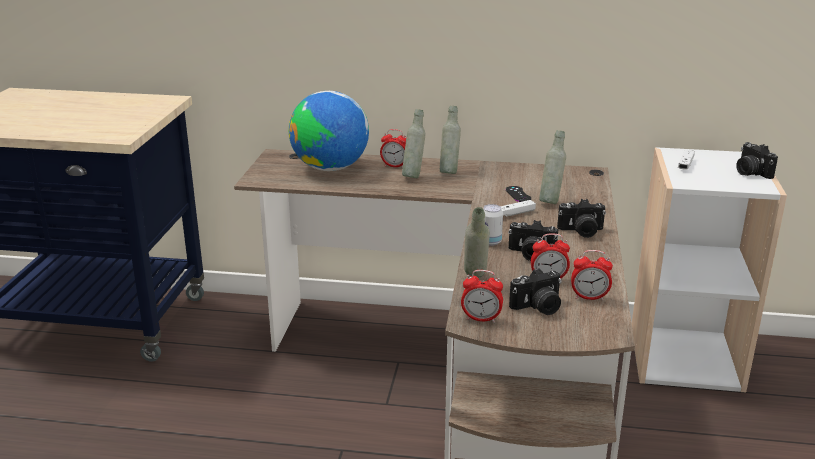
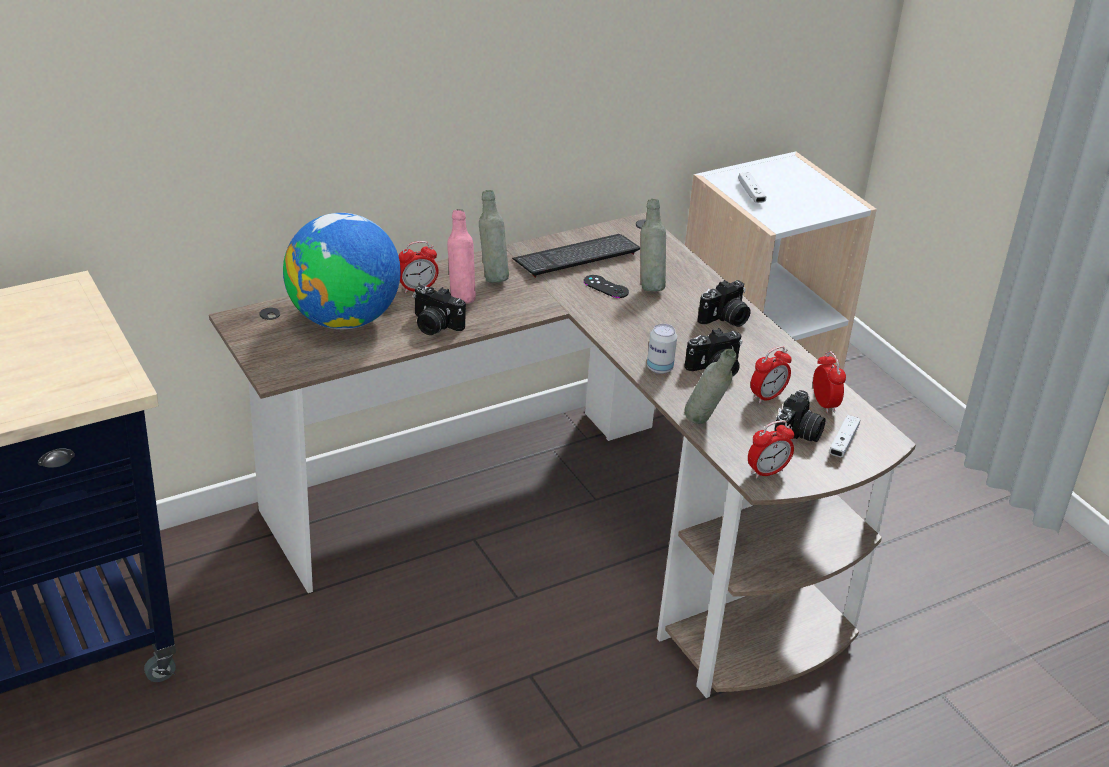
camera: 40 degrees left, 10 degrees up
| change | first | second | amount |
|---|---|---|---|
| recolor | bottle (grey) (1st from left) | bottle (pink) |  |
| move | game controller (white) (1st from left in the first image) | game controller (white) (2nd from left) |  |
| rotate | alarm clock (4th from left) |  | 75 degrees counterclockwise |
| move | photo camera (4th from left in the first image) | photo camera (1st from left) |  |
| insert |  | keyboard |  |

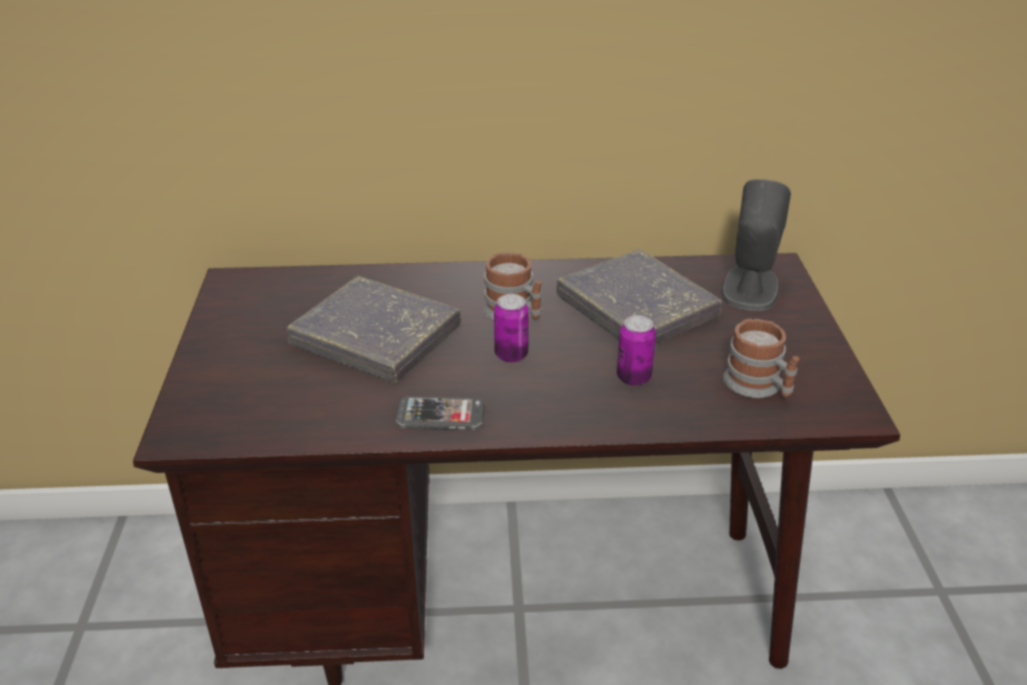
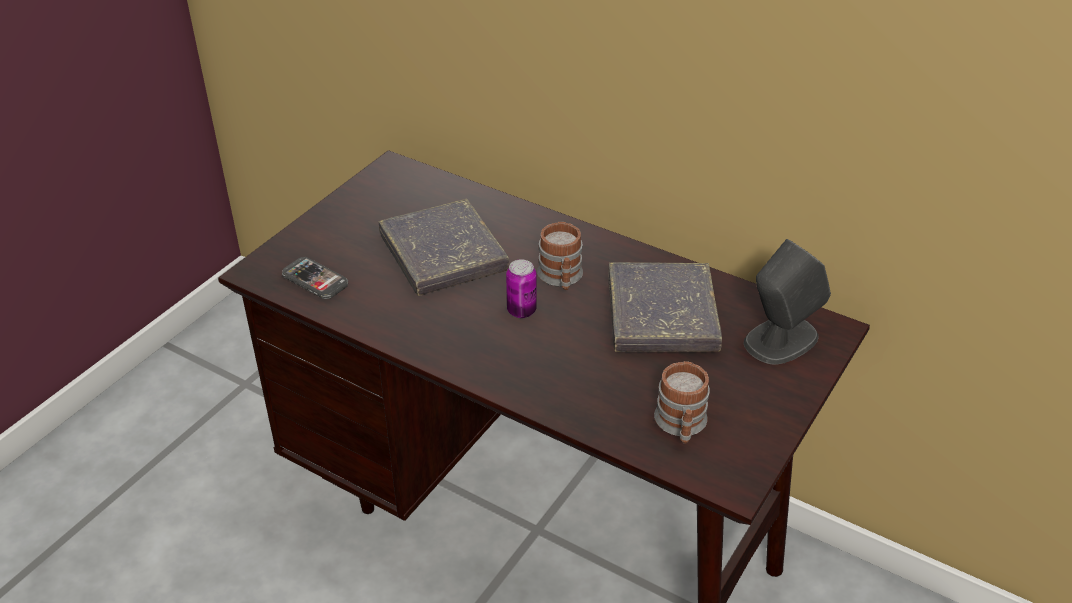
camera: 35 degrees right, 5 degrees up
| change | first | second | amount |
|---|---|---|---|
| move | phone |  |  |
| delete | can (2nd from left) |  |  |

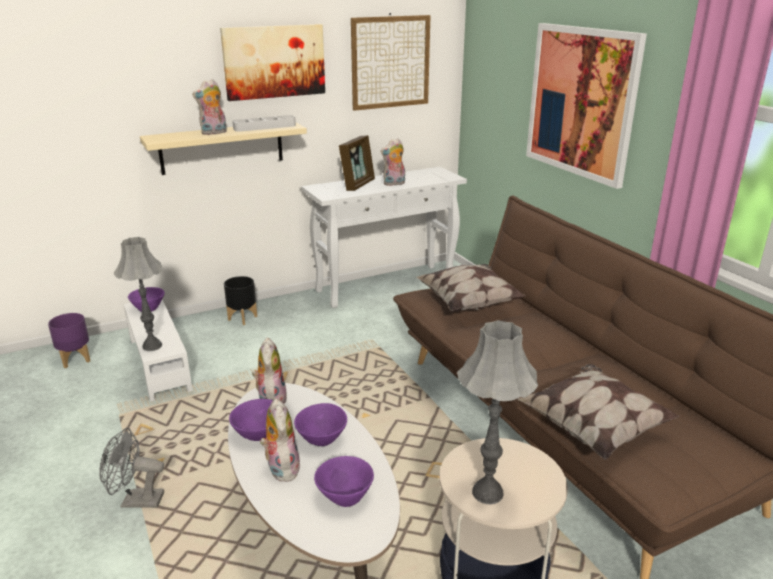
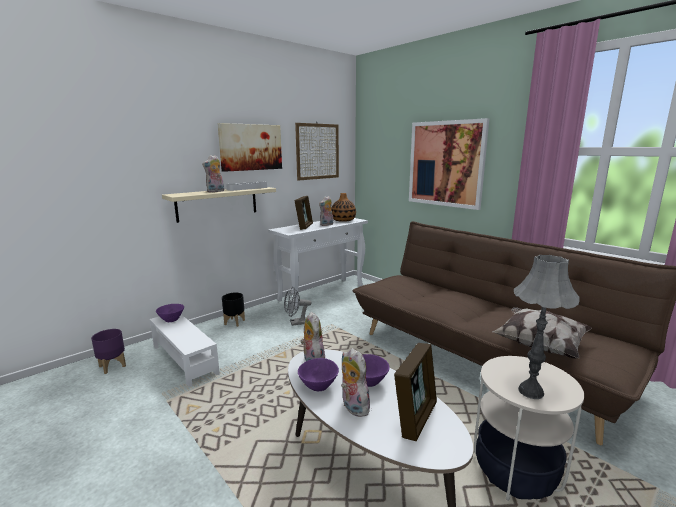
camera: 15 degrees left, 10 degrees down
| change | first | second | amount |
|---|---|---|---|
| move | fan (grey) |  |  |
| delete | table lamp (grey) (1st from left) |  |  |
| replace | bowl (purple) (4th from left) | picture frame (2nd from left) |  |
| delete | pillow (1st from left) |  |  |
| insert |  | vase |  |

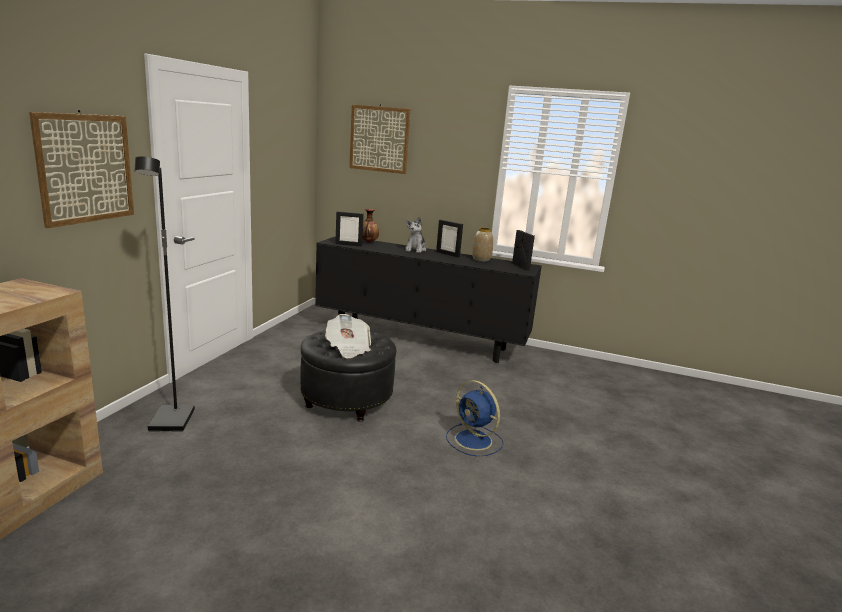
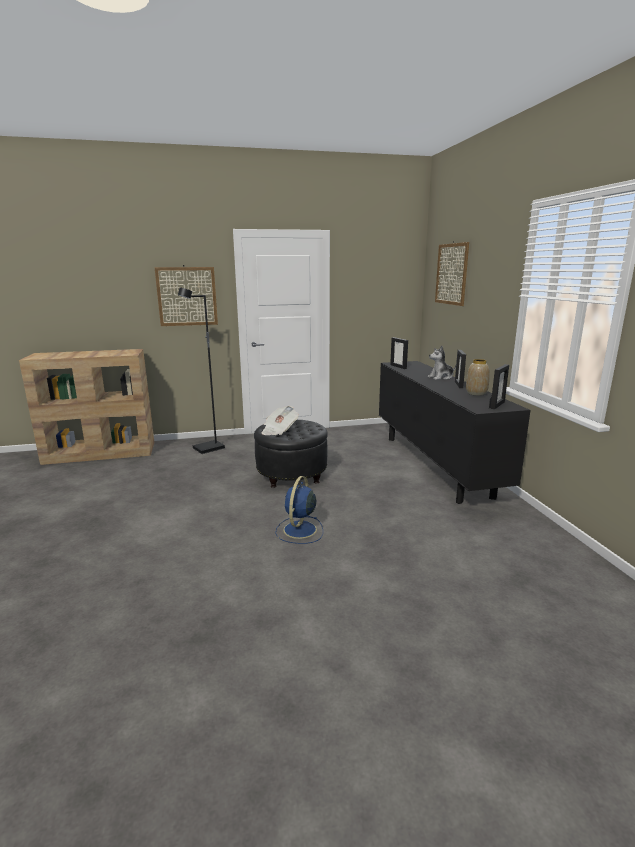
camera: 60 degrees right, 0 degrees up
| change | first | second | amount |
|---|---|---|---|
| delete | vase (1st from left) |  |  |

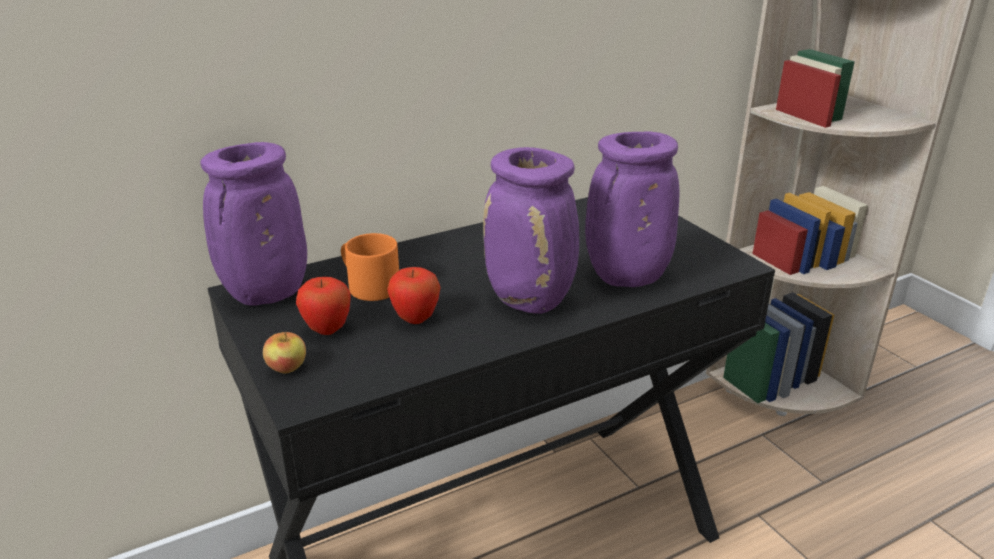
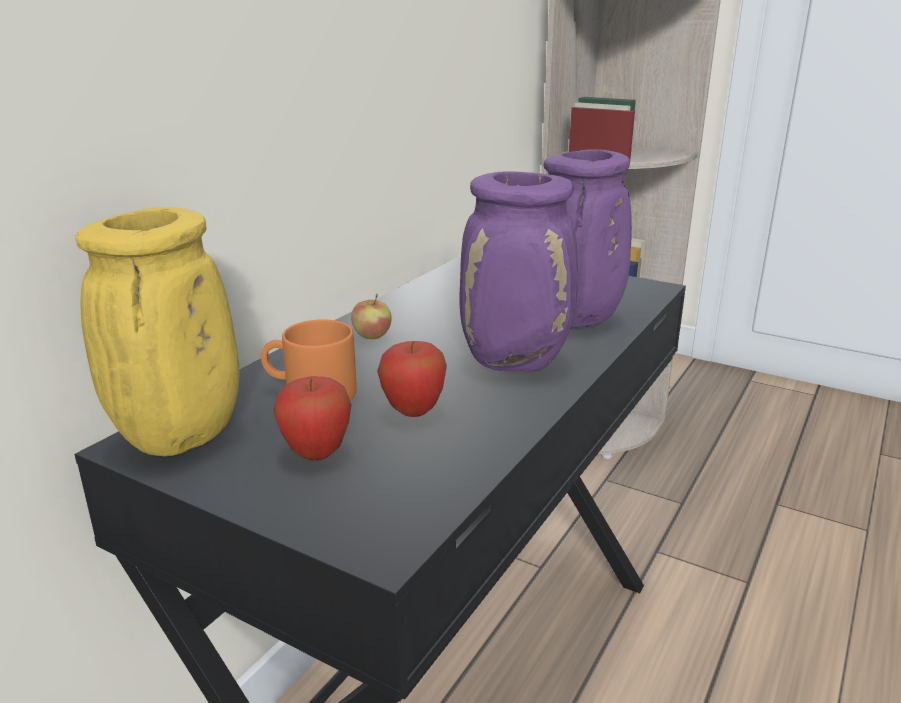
camera: 30 degrees left, 5 degrees down
| change | first | second | amount |
|---|---|---|---|
| recolor | vase (purple) (1st from left) | vase (yellow) |  |
| move | apple (1st from left in the first image) | apple (2nd from left) |  |

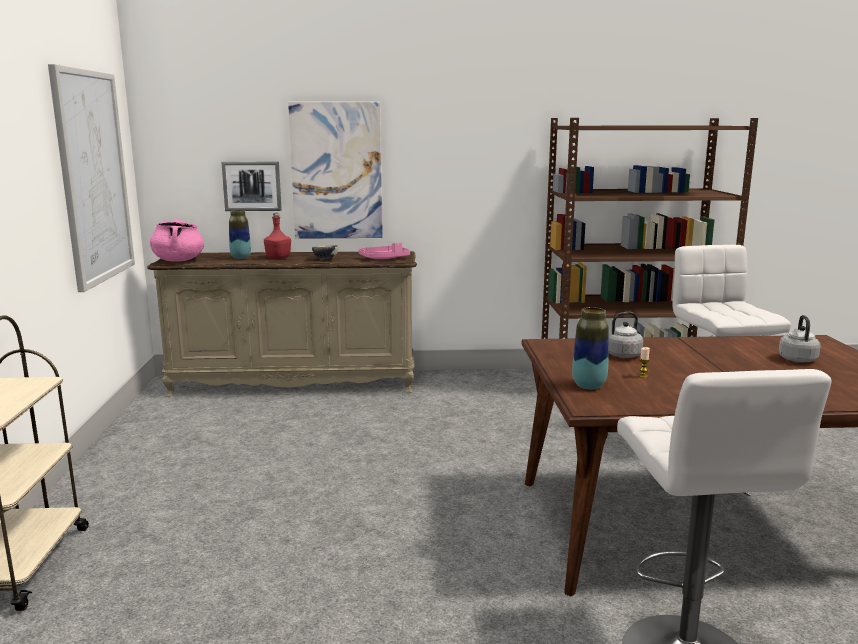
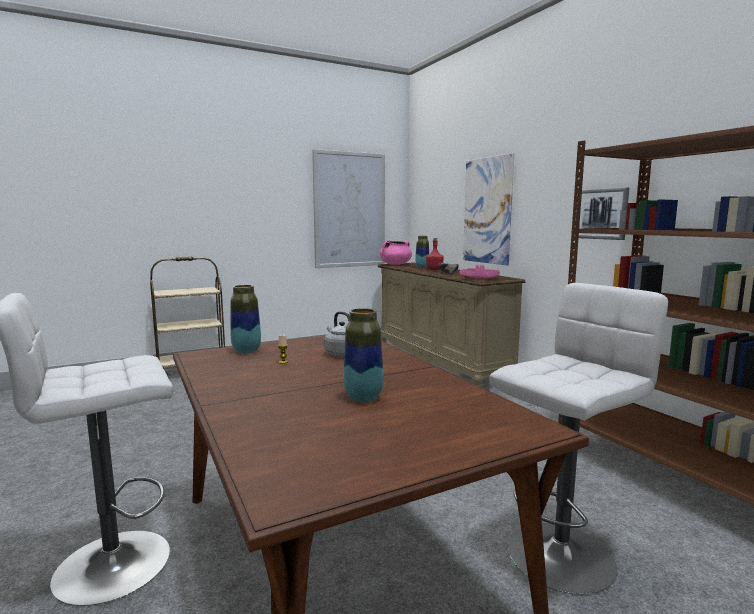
camera: 65 degrees right, 5 degrees down
| change | first | second | amount |
|---|---|---|---|
| move | picture (2nd from left in the first image) | picture (3rd from left) |  |
| delete | kettle (grey) (2nd from left) |  |  |
| insert |  | vase (2nd from left) |  |

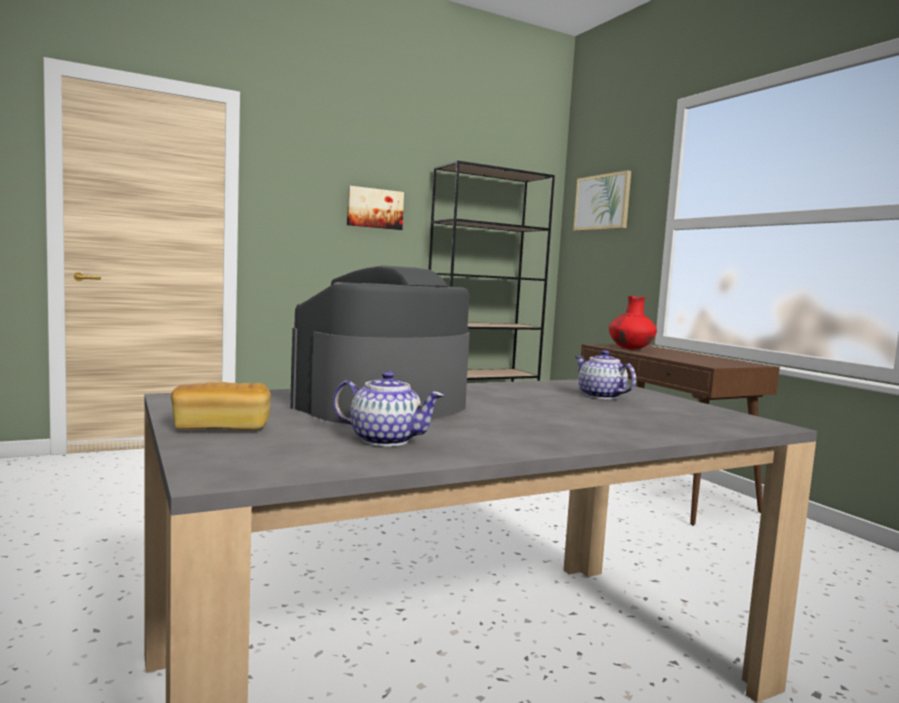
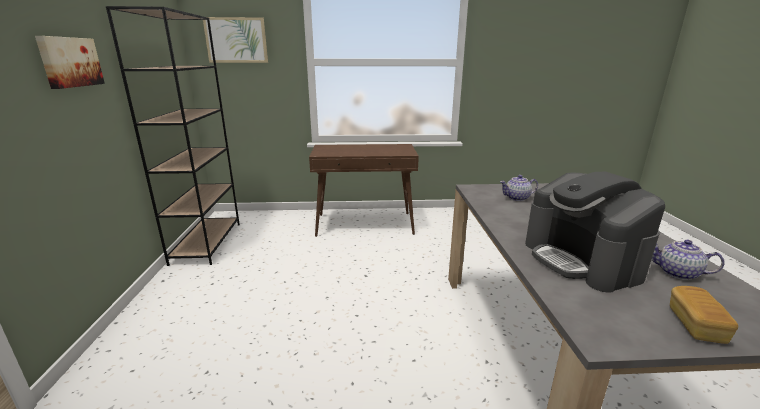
camera: 65 degrees left, 15 degrees up
| change | first | second | amount |
|---|---|---|---|
| rotate | teapot (1st from left in the first image) | teapot (2nd from left) | 105 degrees counterclockwise |
| delete | vase (red) |  |  |

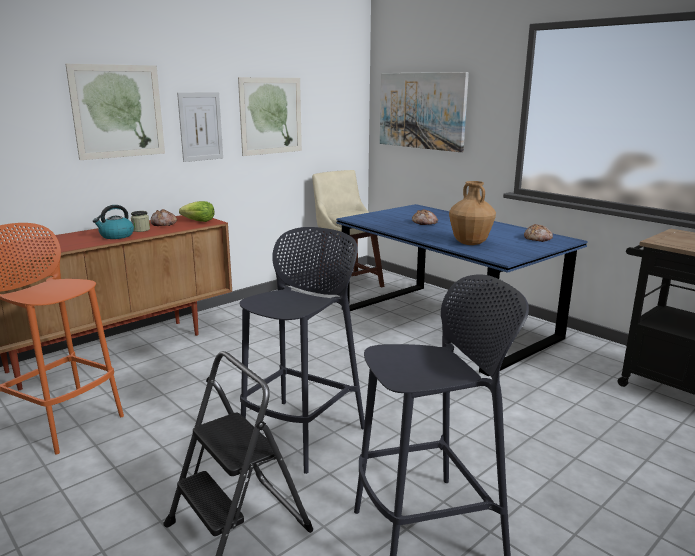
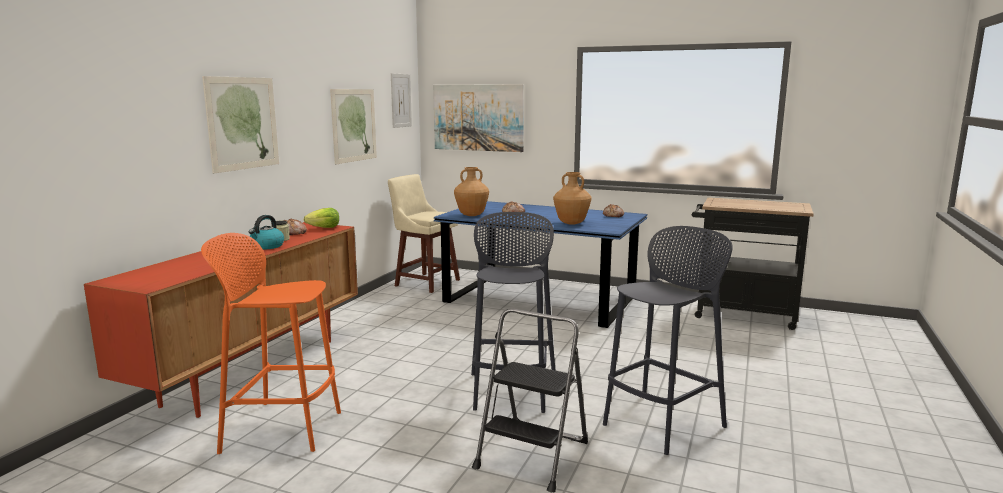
camera: 25 degrees left, 5 degrees down
| change | first | second | amount |
|---|---|---|---|
| move | picture (2nd from left in the first image) | picture (3rd from left) |  |
| insert |  | vase (brown) (1st from left) |  |

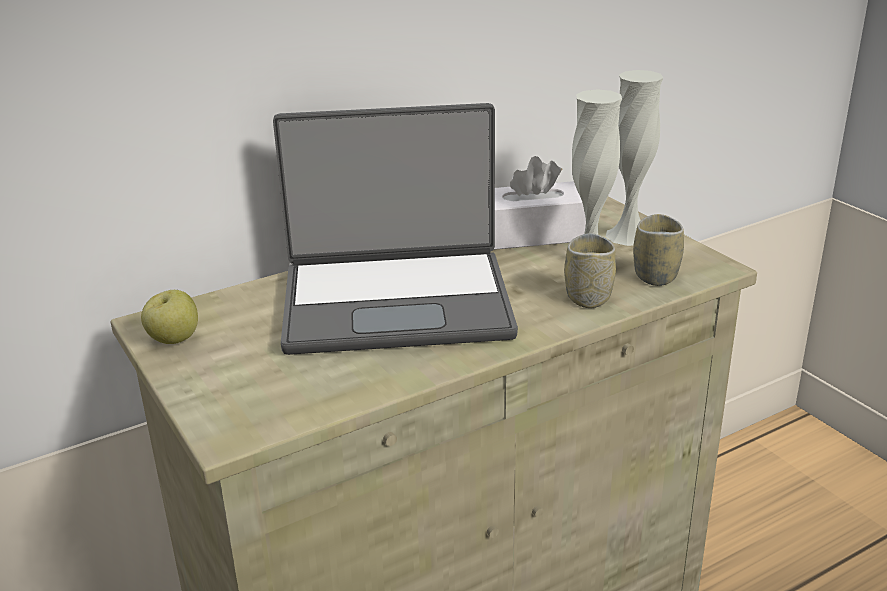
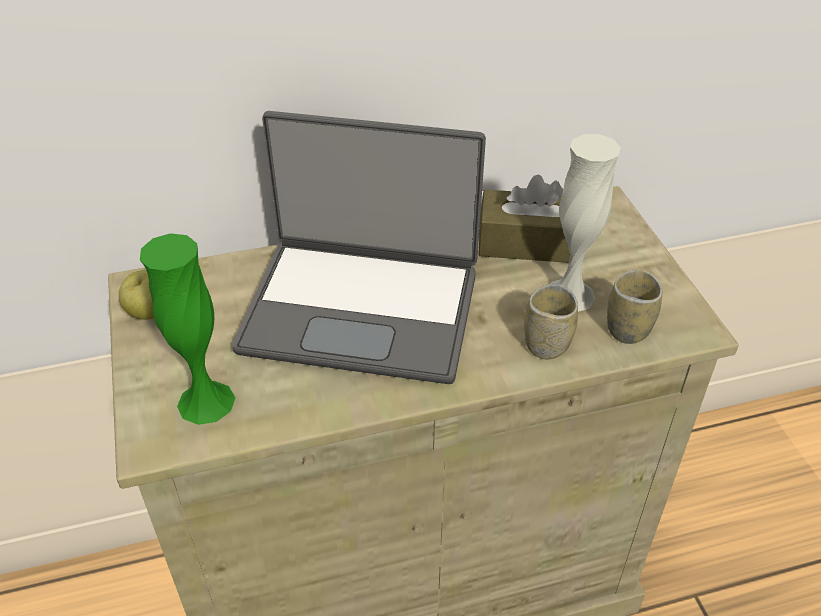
camera: 15 degrees right, 15 degrees up
| change | first | second | amount |
|---|---|---|---|
| recolor | tissue box (white) | tissue box (brown) |  |
| delete | vase (white) (2nd from left) |  |  |
| insert |  | vase (green) |  |

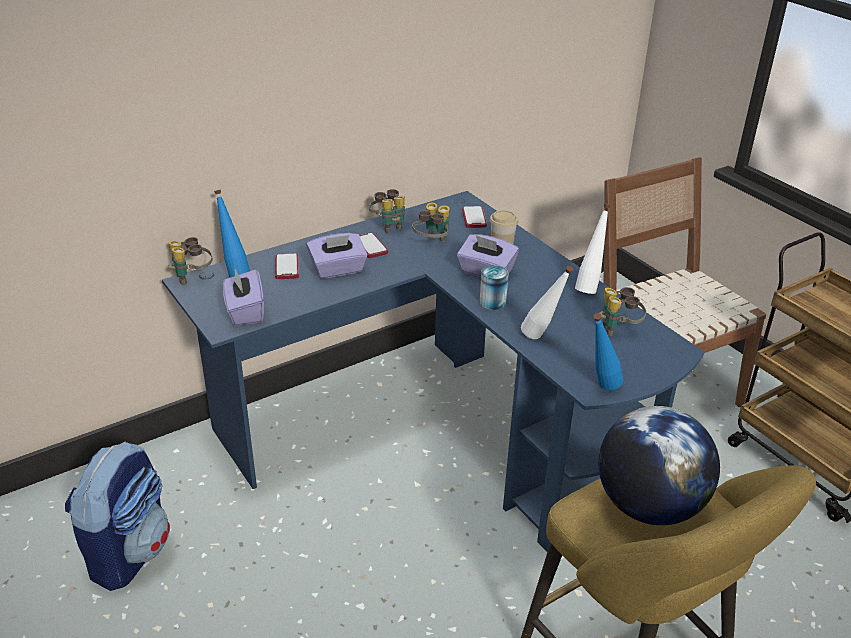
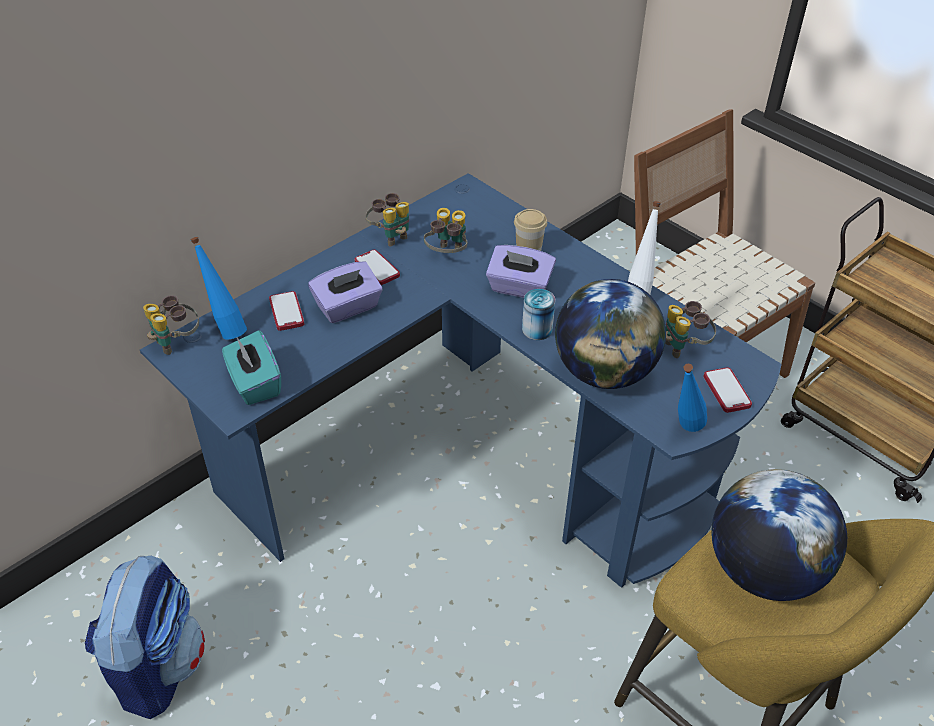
camera: 10 degrees left, 10 degrees up
| change | first | second | amount |
|---|---|---|---|
| recolor | tissue box (purple) (1st from left) | tissue box (turquoise) |  |
| move | phone (3rd from left) |  |  |
| replace | bottle (white) (1st from left) | globe (1st from left) |  |

